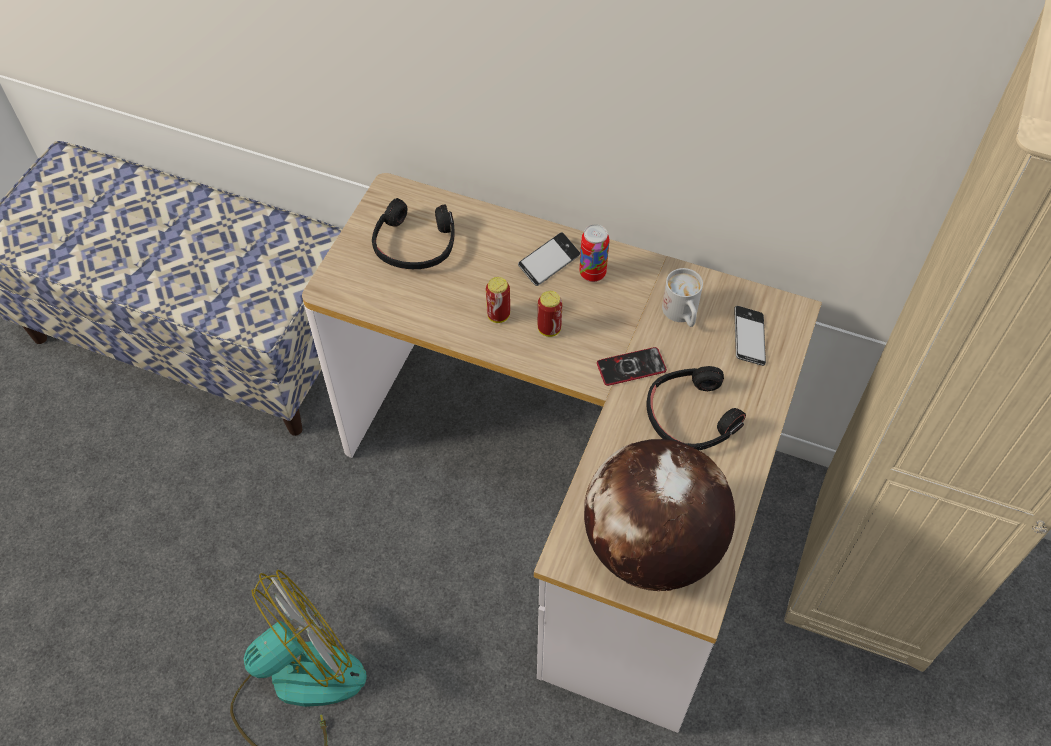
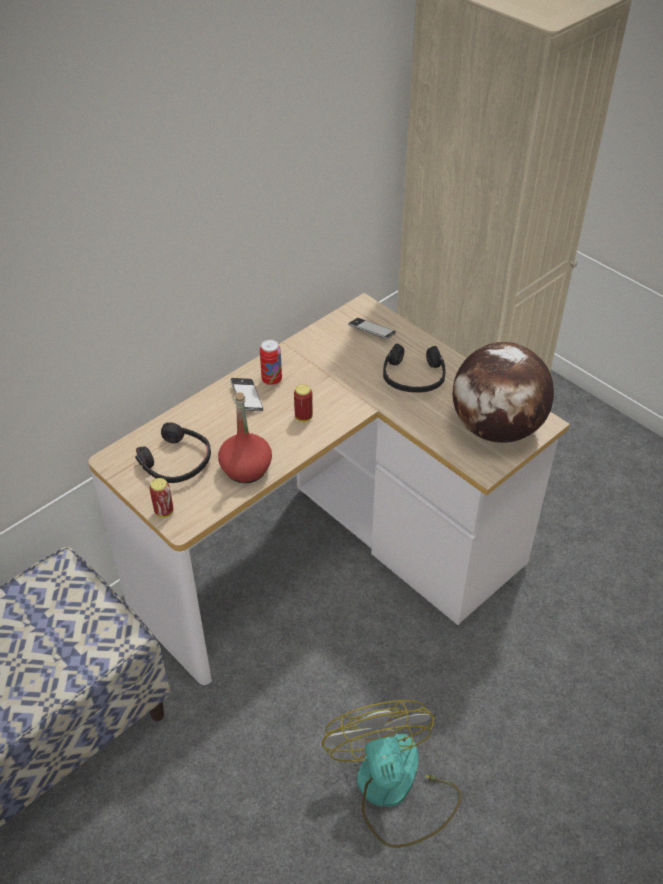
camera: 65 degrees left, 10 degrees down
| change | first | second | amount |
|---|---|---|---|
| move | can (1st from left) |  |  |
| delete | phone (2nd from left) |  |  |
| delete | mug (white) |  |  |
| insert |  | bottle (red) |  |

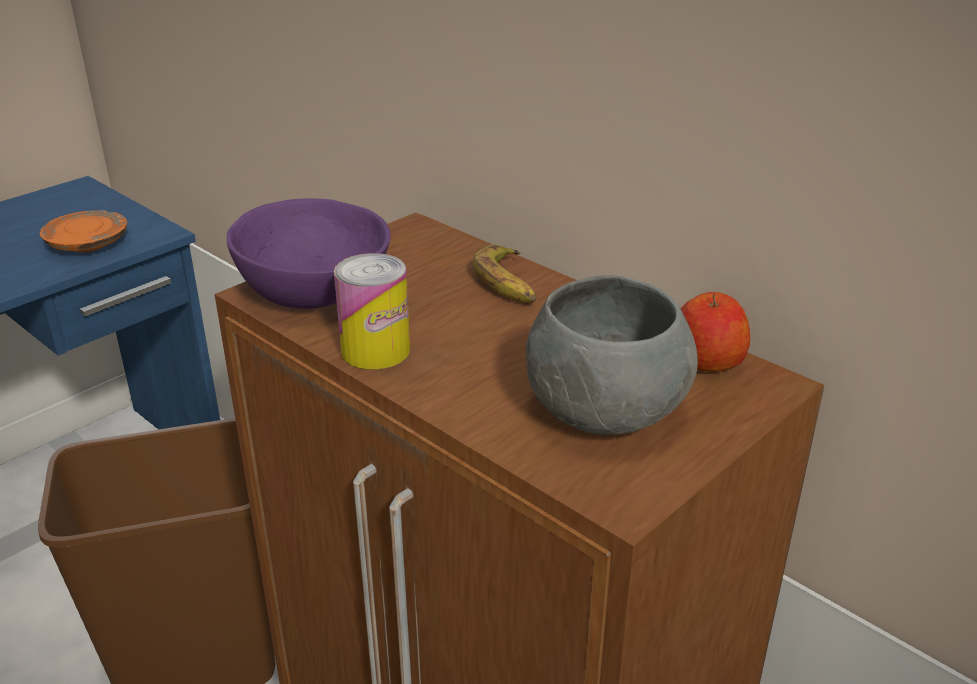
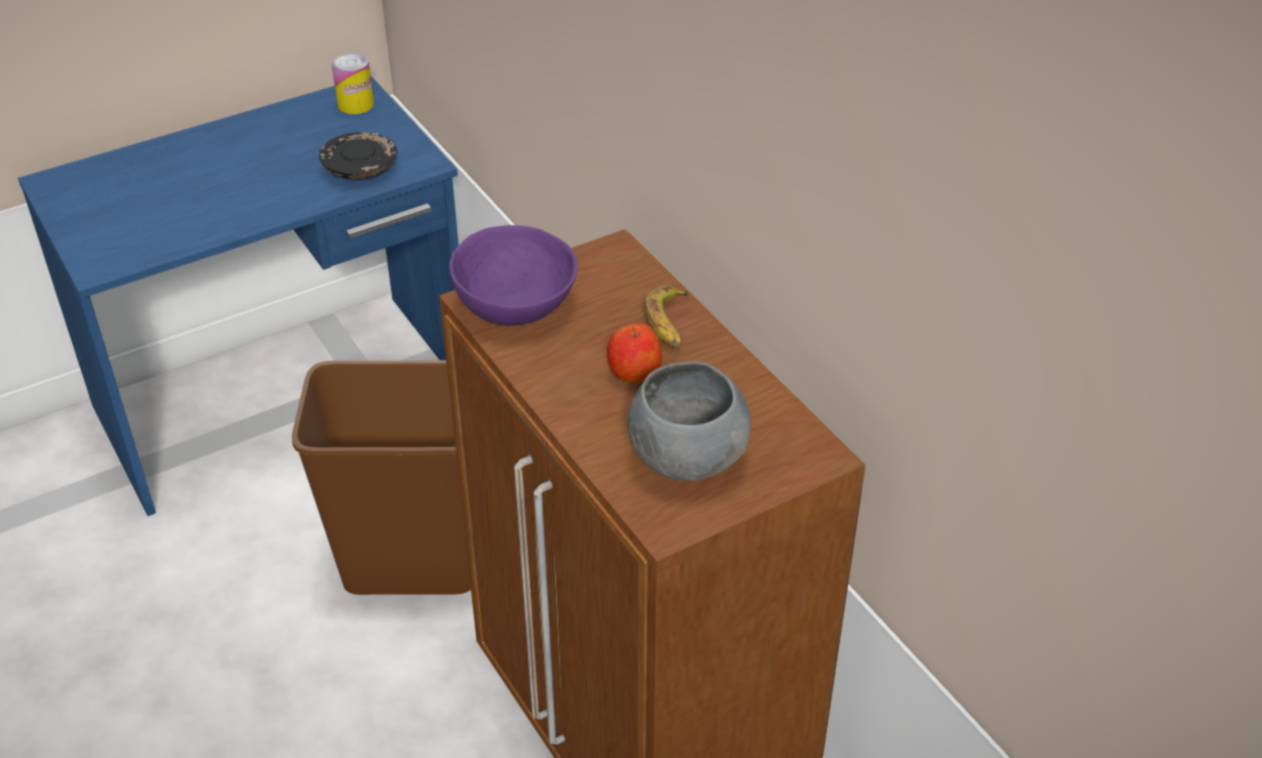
camera: 15 degrees right, 10 degrees up
| change | first | second | amount |
|---|---|---|---|
| recolor | plate (orange) | plate (black) |  |
| move | can |  |  |
| move | apple |  |  |

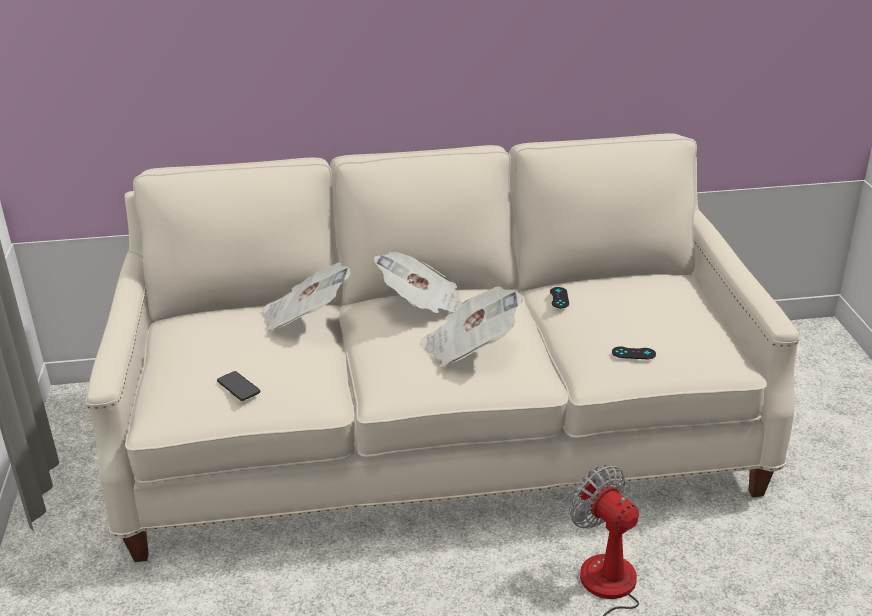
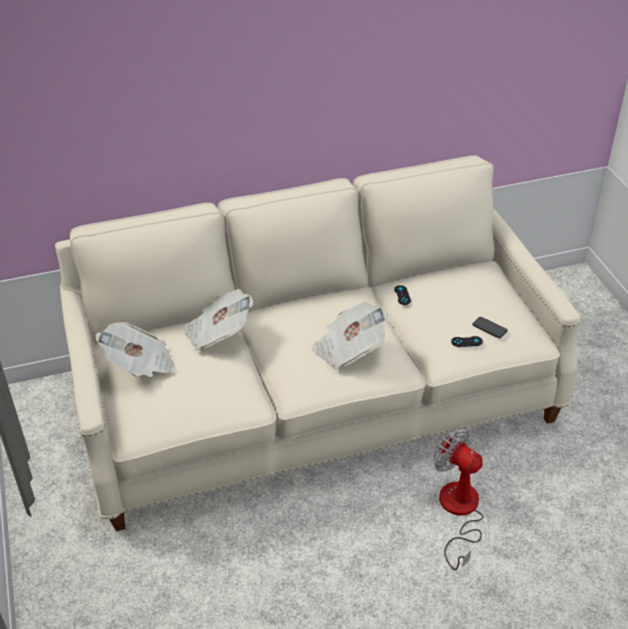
camera: 10 degrees left, 10 degrees up
| change | first | second | amount |
|---|---|---|---|
| move | phone |  |  |
| move | newspaper (2nd from left in the first image) | newspaper (1st from left) |  |

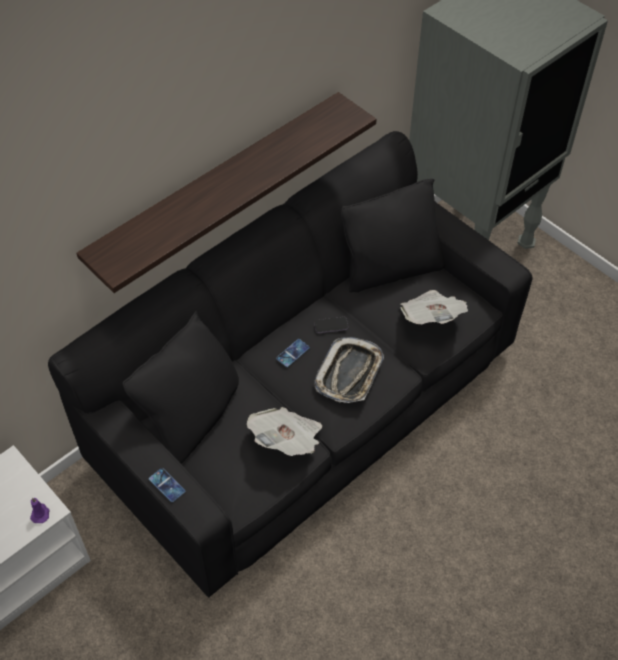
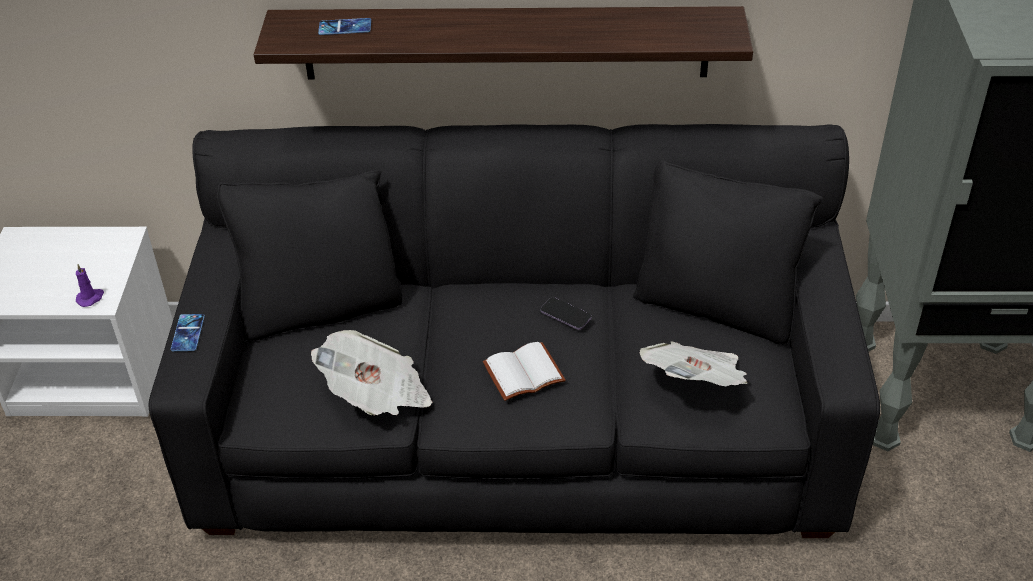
camera: 45 degrees right, 10 degrees down
| change | first | second | amount |
|---|---|---|---|
| move | phone (2nd from left) |  |  |
| replace | tray | book (white) |  |

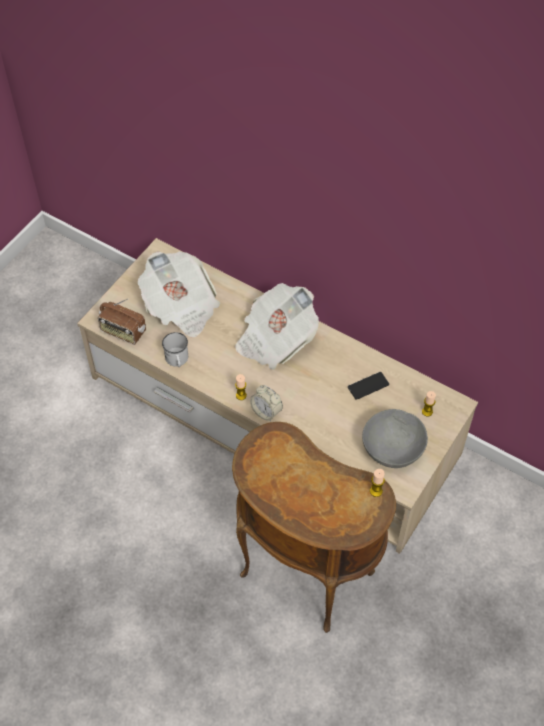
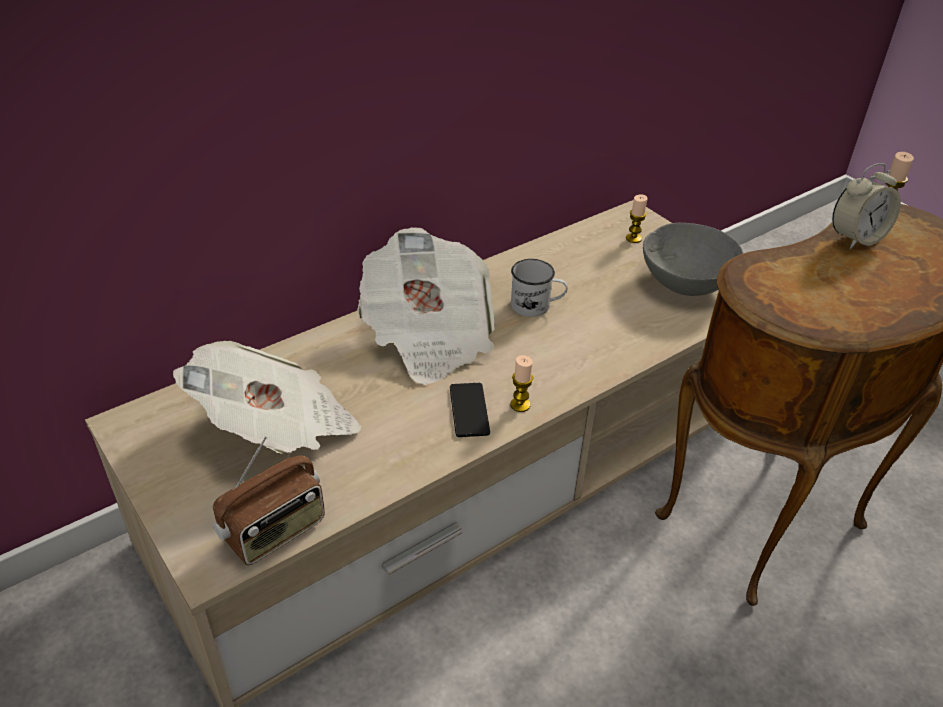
camera: 70 degrees left, 15 degrees down
| change | first | second | amount |
|---|---|---|---|
| move | mug (white) |  |  |
| move | alarm clock |  |  |
| move | phone |  |  |

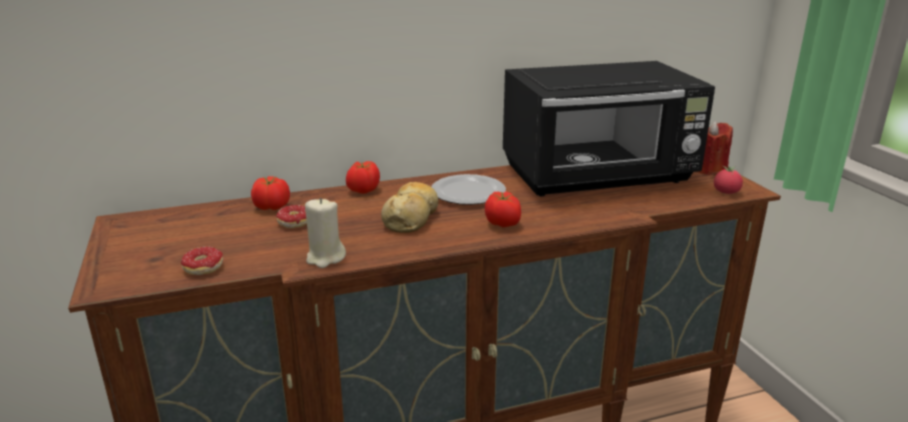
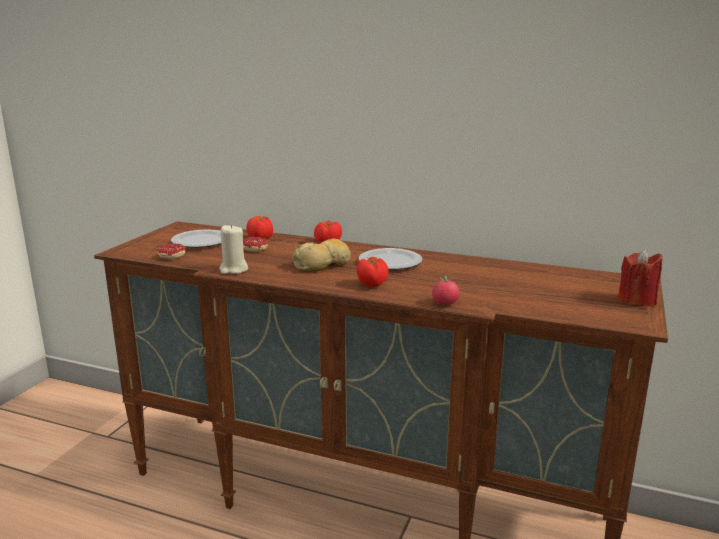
camera: 40 degrees right, 5 degrees down
| change | first | second | amount |
|---|---|---|---|
| delete | microwave (black) |  |  |
| move | tomato (4th from left) |  |  |
| insert |  | plate (1st from left) |  |

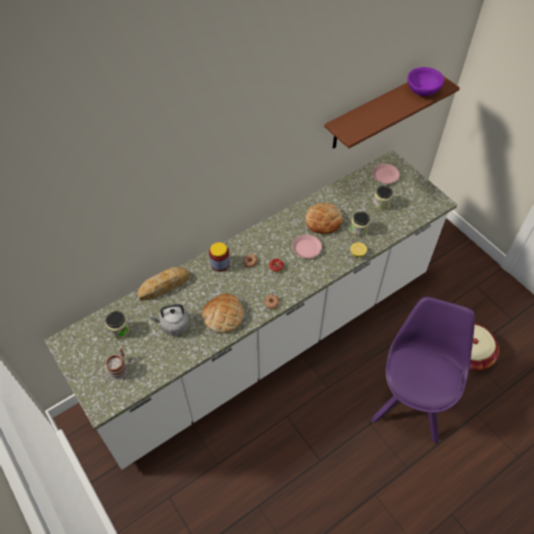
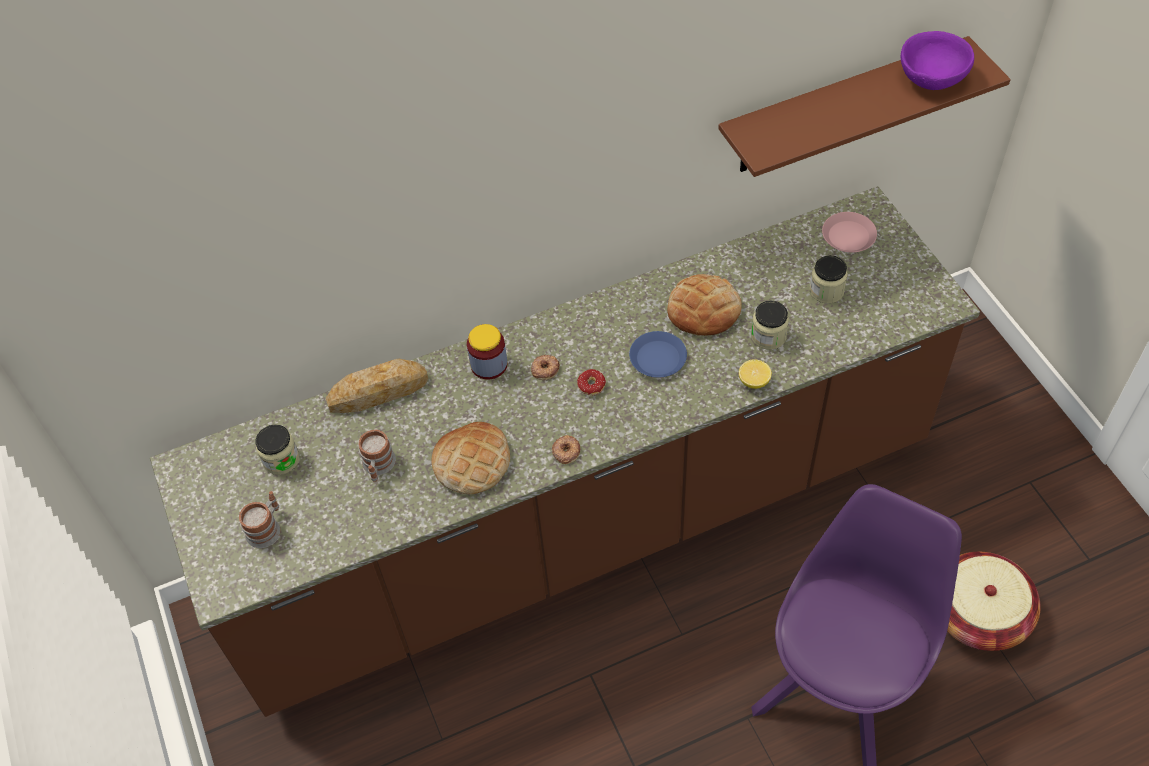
camera: 15 degrees right, 0 degrees up
| change | first | second | amount |
|---|---|---|---|
| recolor | counter (white) | counter (brown) |  |
| replace | kettle (grey) | mug (2nd from left) |  |
| recolor | plate (pink) (1st from left) | plate (blue) |  |

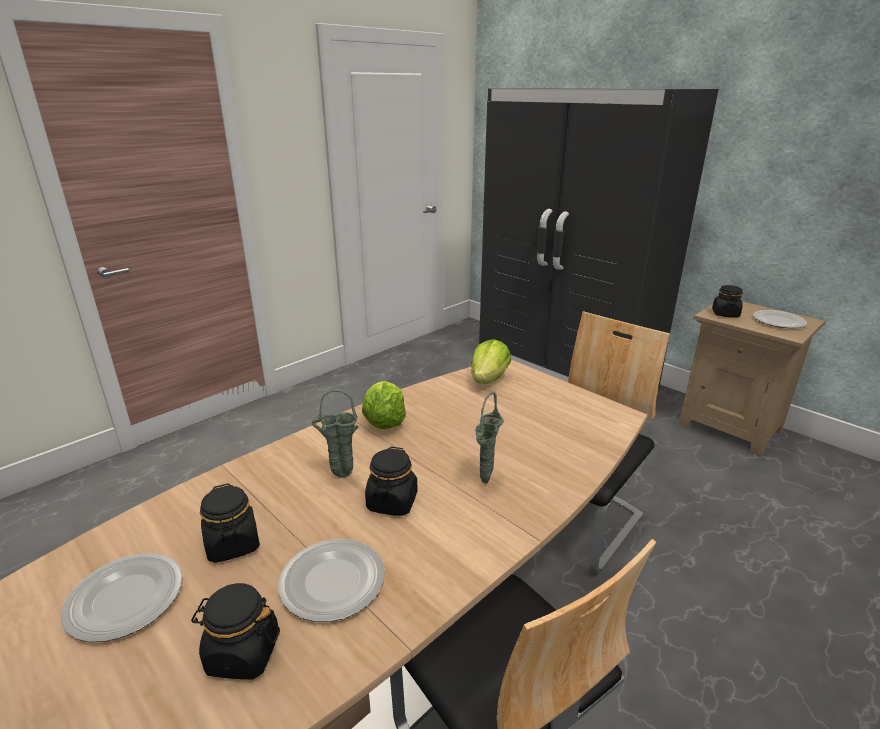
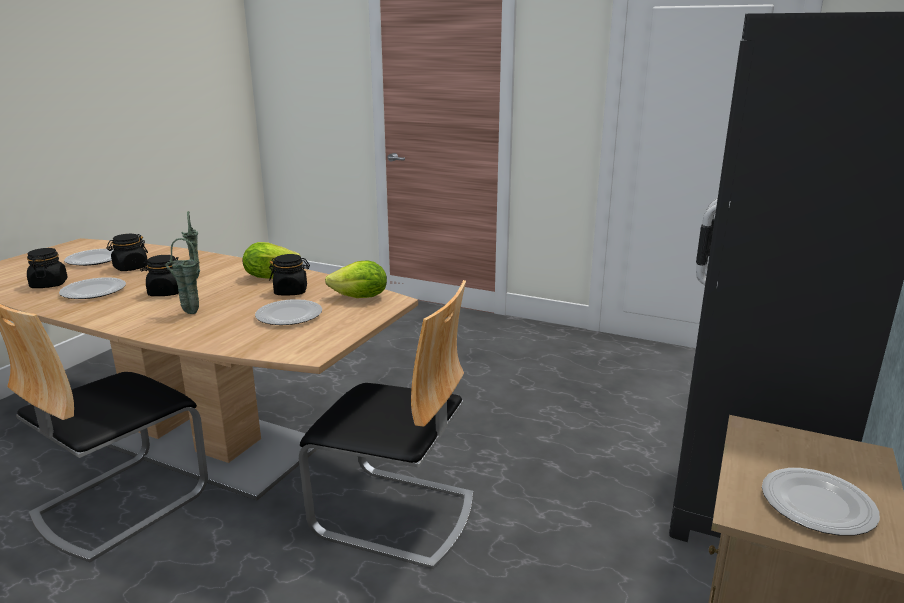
camera: 70 degrees right, 5 degrees down
| change | first | second | amount |
|---|---|---|---|
| move | jar (black) (4th from left) |  |  |
| insert |  | plate (3rd from left) |  |

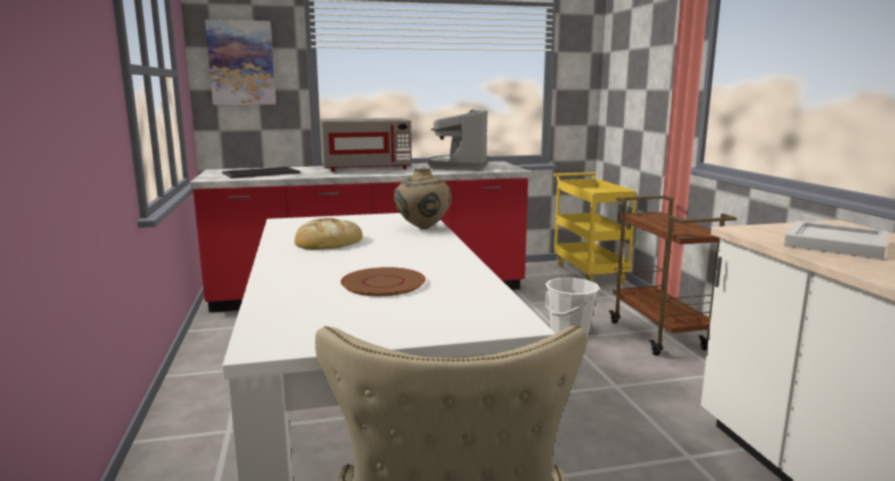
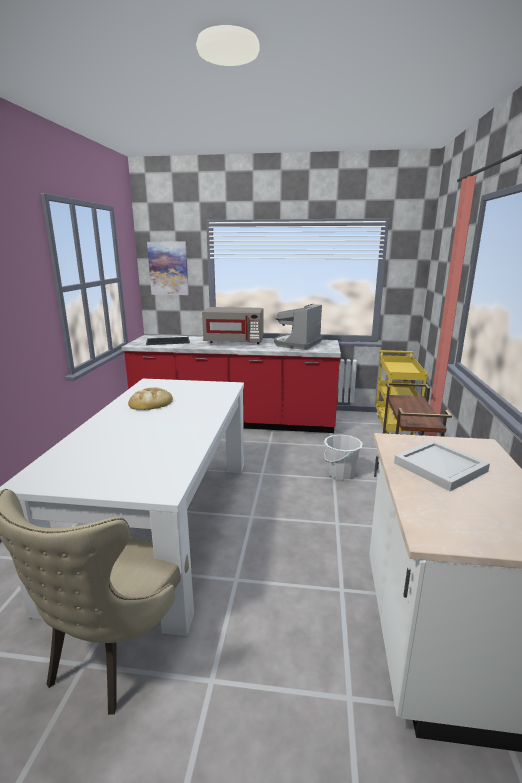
camera: 20 degrees right, 5 degrees up
| change | first | second | amount |
|---|---|---|---|
| delete | plate (brown) |  |  |
| delete | vase (beige) |  |  |

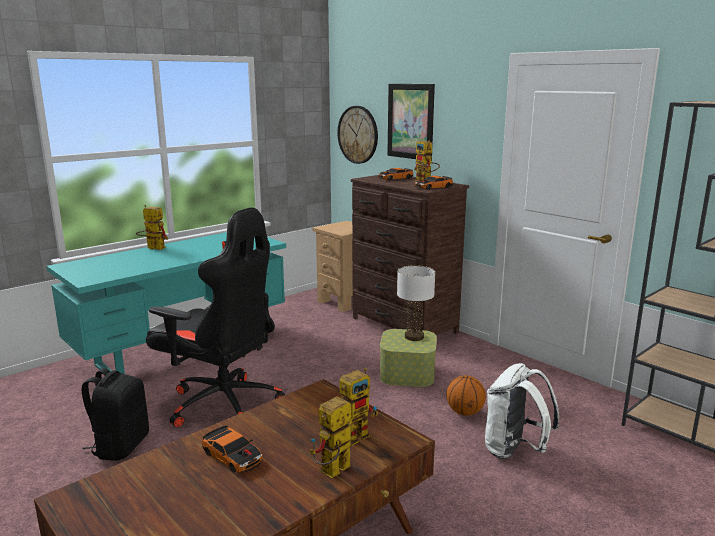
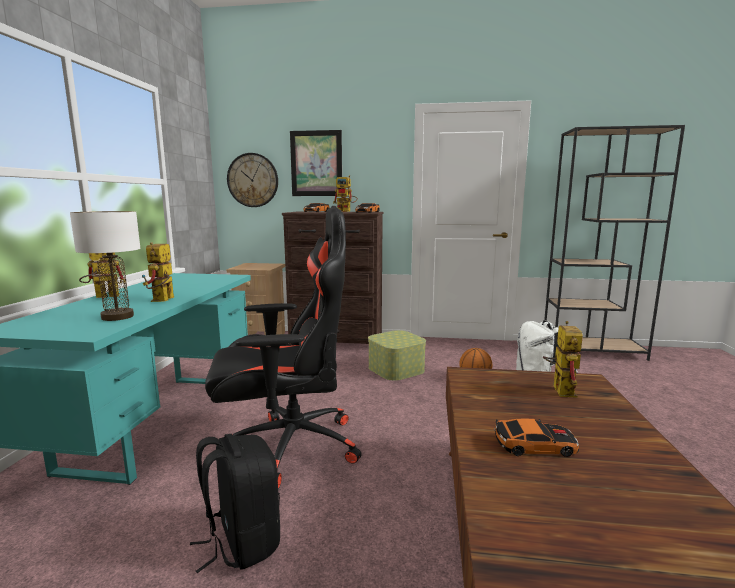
camera: 40 degrees left, 5 degrees down
| change | first | second | amount |
|---|---|---|---|
| move | toy robot (2nd from left) |  |  |
| move | table lamp |  |  |

